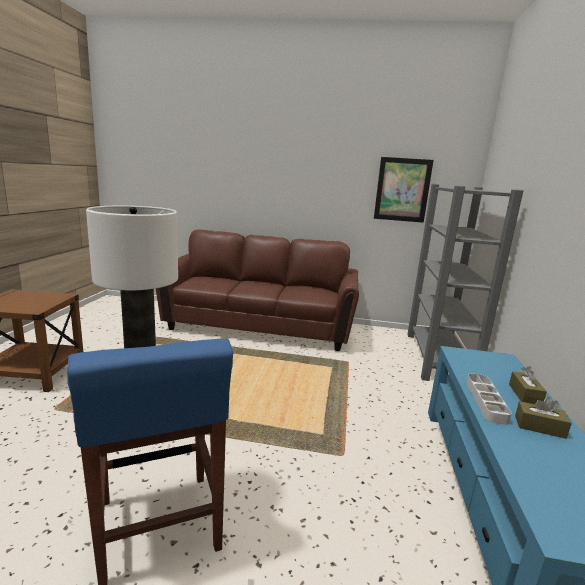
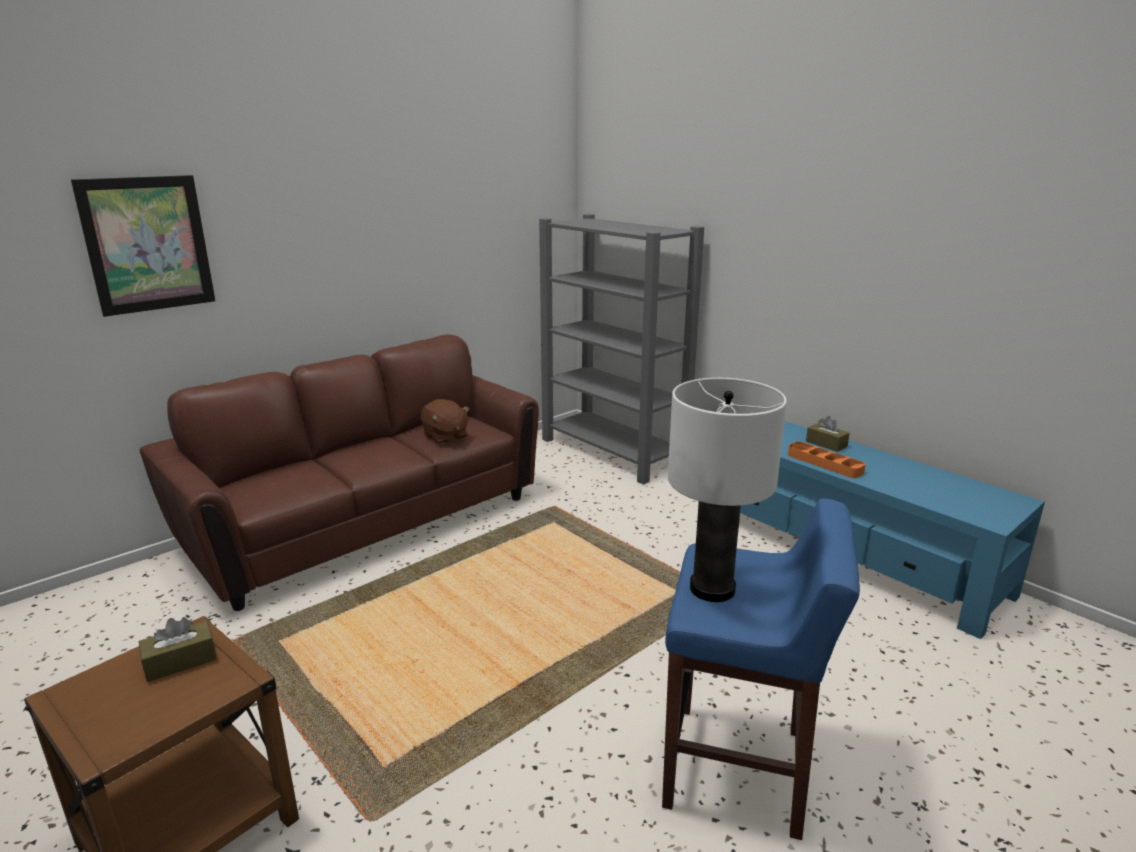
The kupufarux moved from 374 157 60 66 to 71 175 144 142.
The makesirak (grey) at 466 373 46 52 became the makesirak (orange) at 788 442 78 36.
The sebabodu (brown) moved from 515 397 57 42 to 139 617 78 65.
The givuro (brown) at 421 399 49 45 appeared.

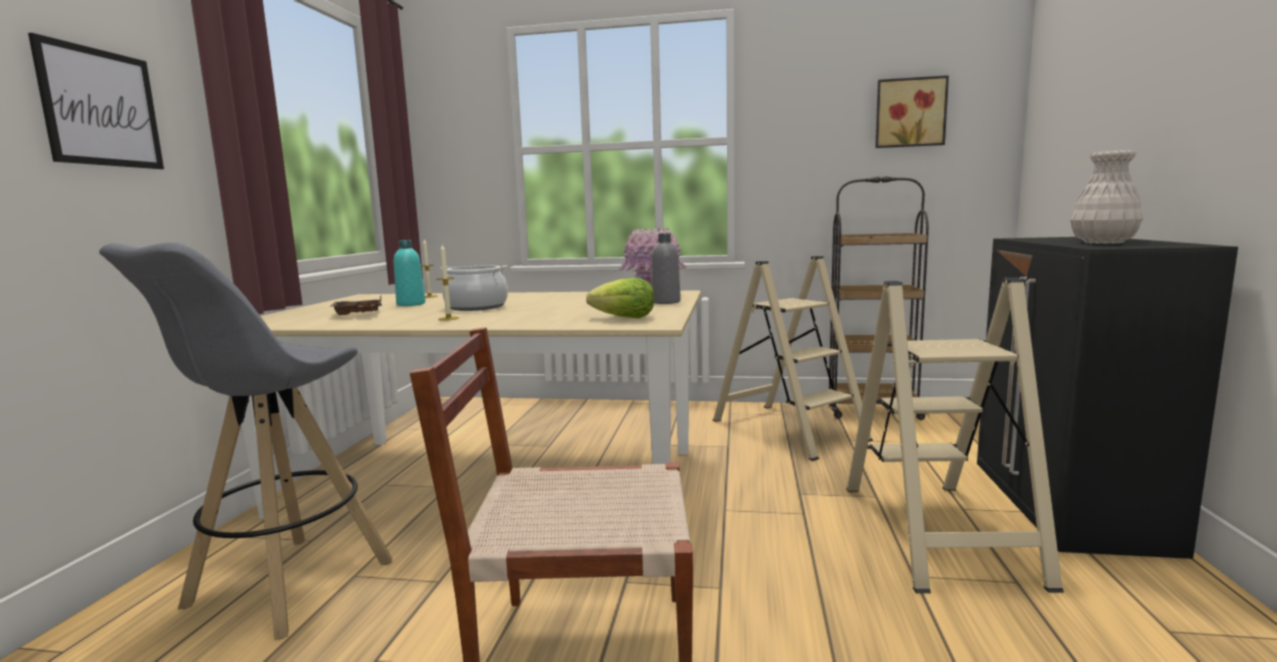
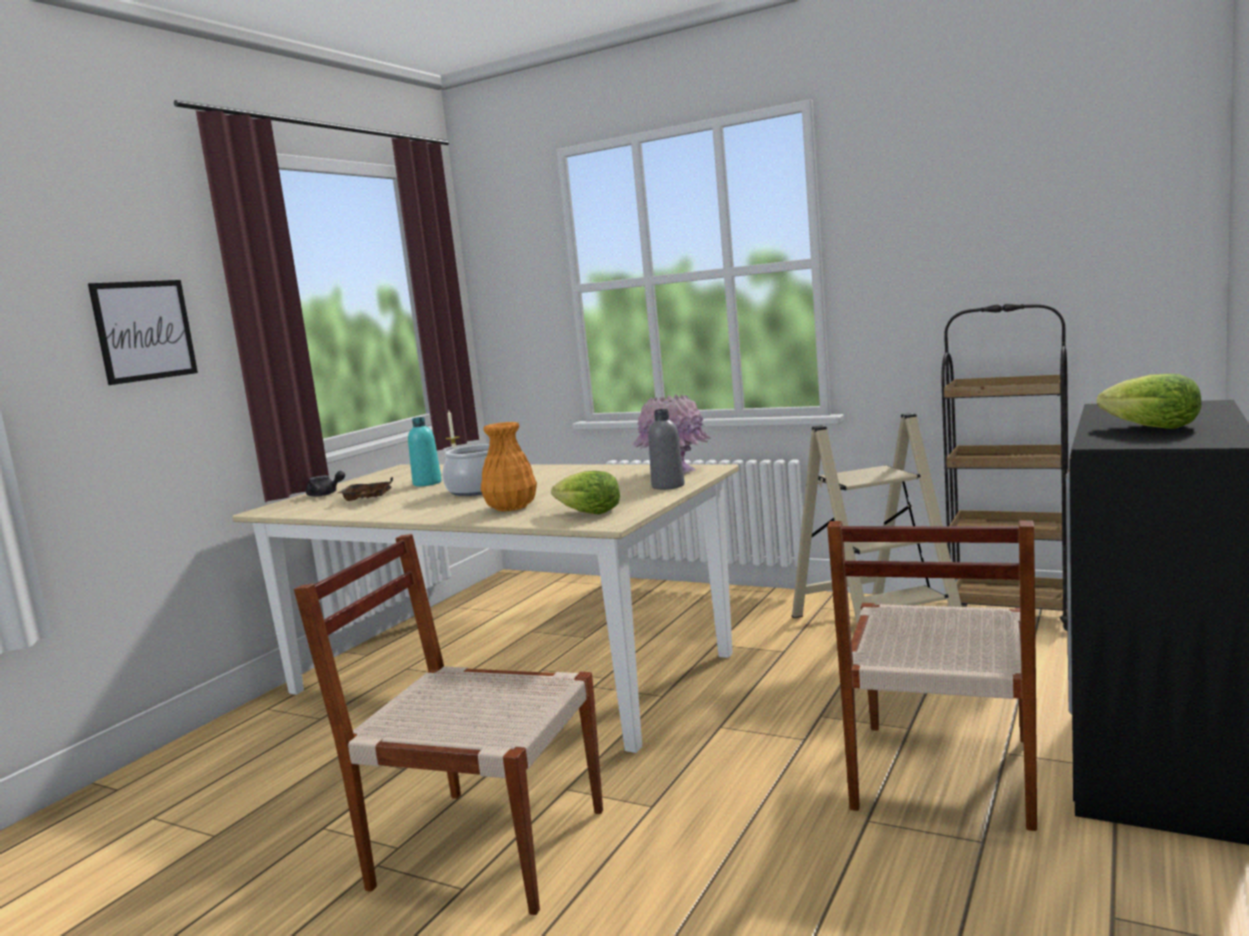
The kupufarux at 875 75 74 73 disappeared.
The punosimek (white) at 1070 150 73 94 was replaced by the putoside at 1097 373 104 56.
The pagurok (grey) at 99 242 293 398 disappeared.
The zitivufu at 436 245 23 76 disappeared.
The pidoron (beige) at 847 278 217 316 was replaced by the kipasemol at 827 520 210 311.
The punosimek (orange) at 481 422 56 89 appeared.
The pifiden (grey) at 306 471 39 26 appeared.

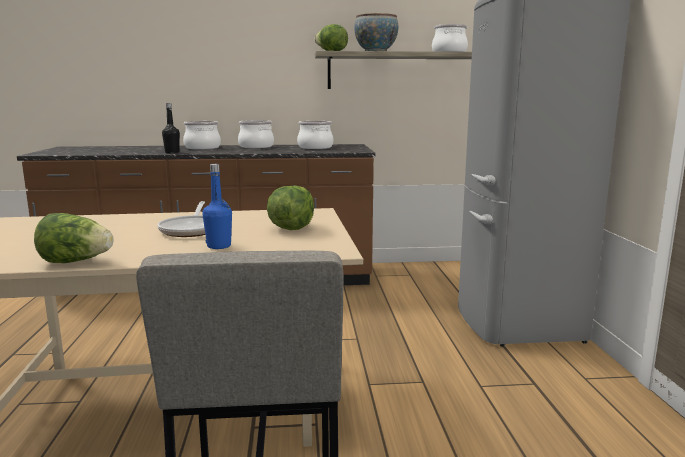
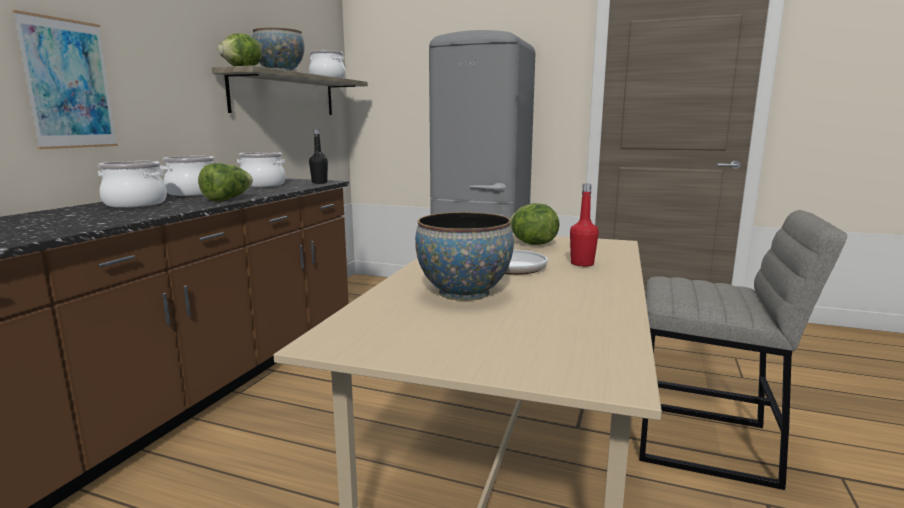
The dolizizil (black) moved from 162 103 18 51 to 309 129 19 55.
The dolizizil (blue) at 202 164 30 85 became the dolizizil (red) at 570 184 29 83.
The putoside moved from 34 213 80 50 to 198 163 55 38.
The kupufarux at 12 10 106 139 appeared.
The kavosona at 415 212 99 89 appeared.

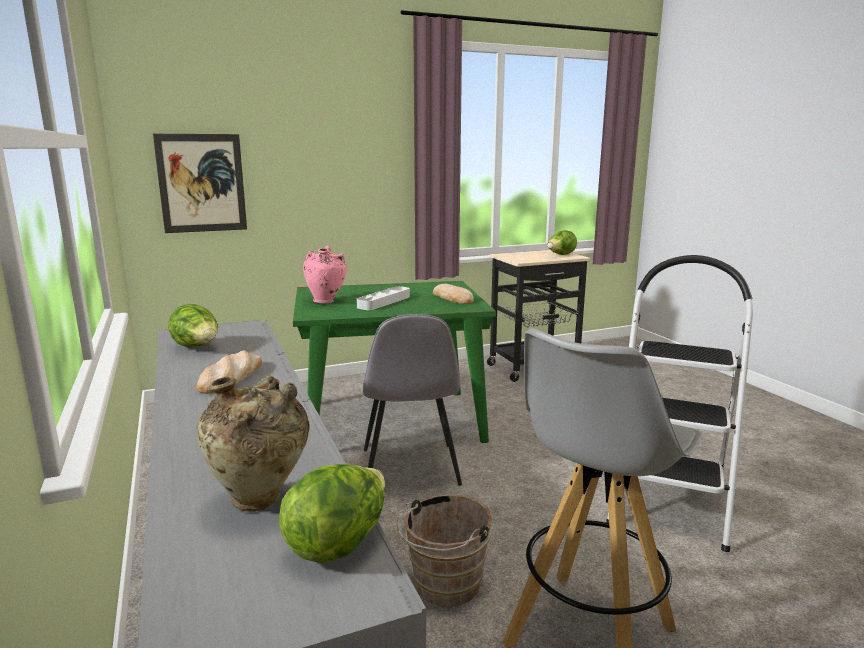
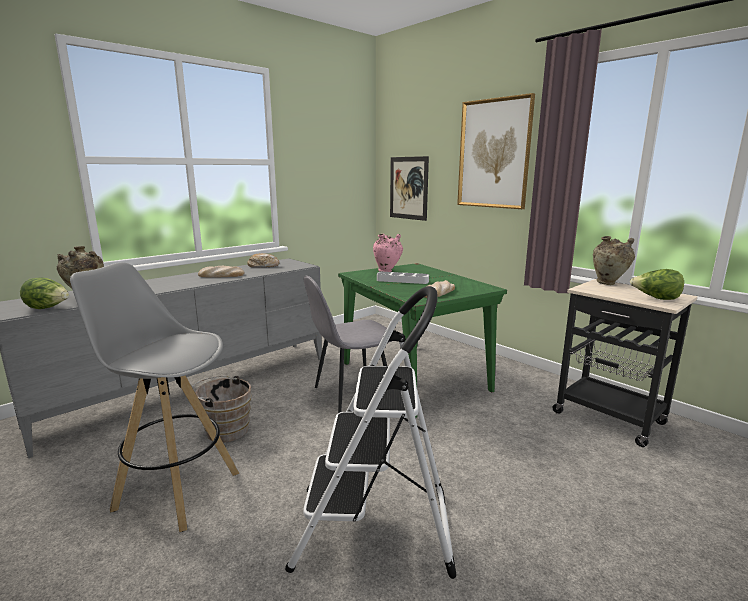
The putoside at 169 304 49 43 was replaced by the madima at 247 253 32 14.
The kupufarux at 457 93 78 116 appeared.
The punosimek (beige) at 593 236 42 49 appeared.

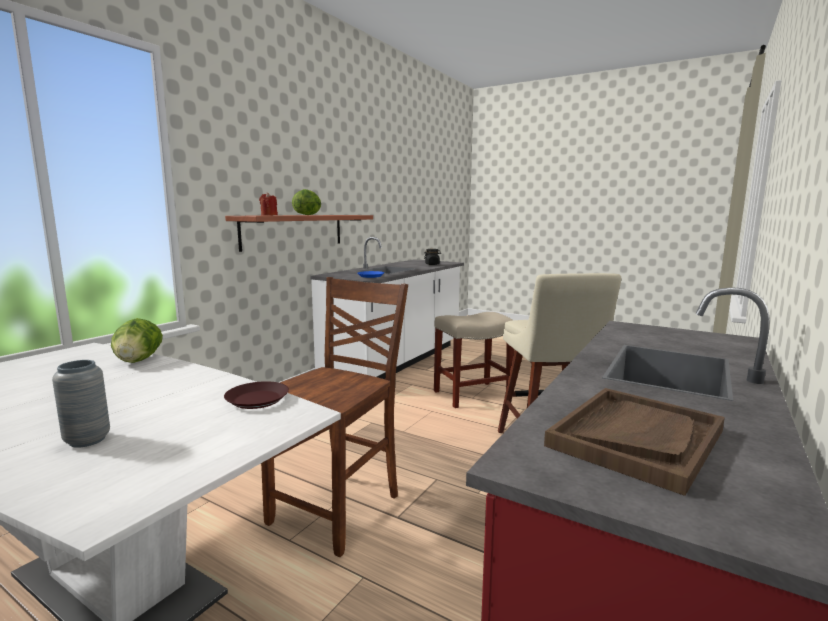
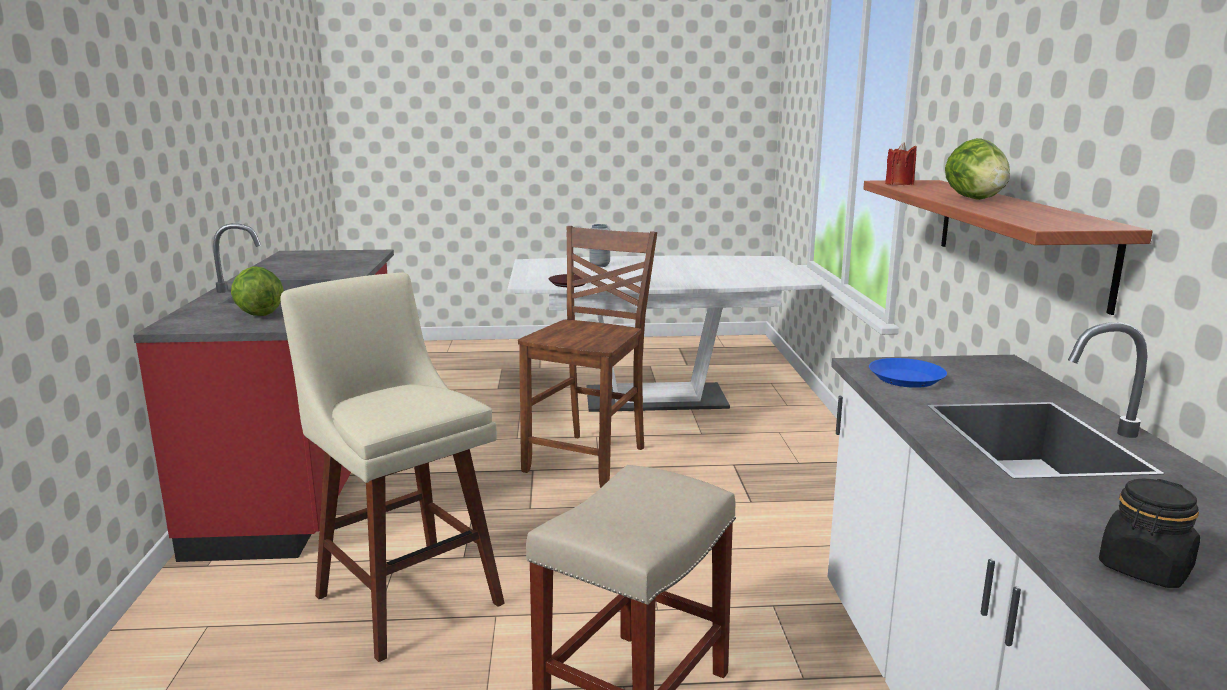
The kipasemol (brown) at 261 277 147 280 turned 150 degrees counterclockwise.
The putoside moved from 111 318 52 45 to 231 266 53 50.
The makesirak (brown) at 544 388 181 108 disappeared.

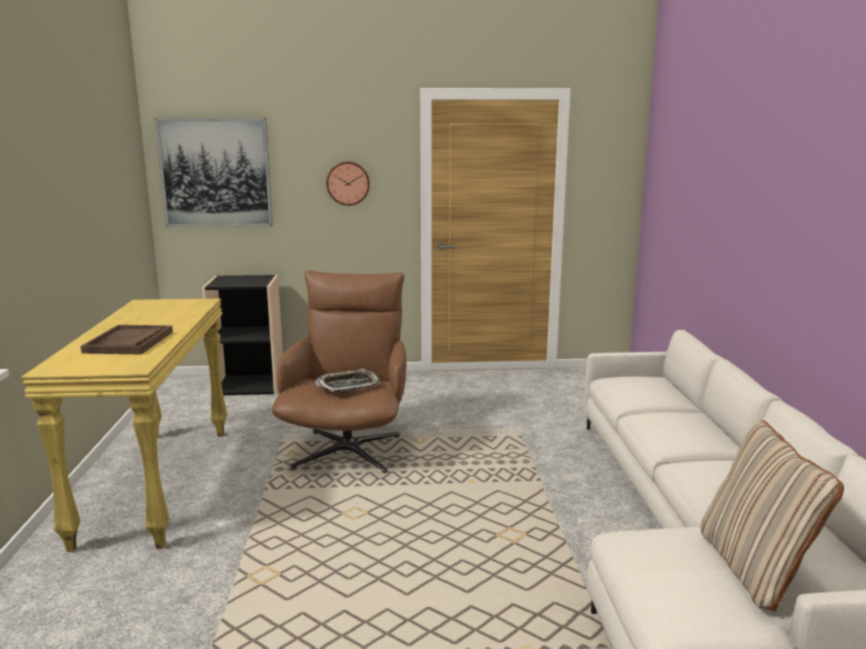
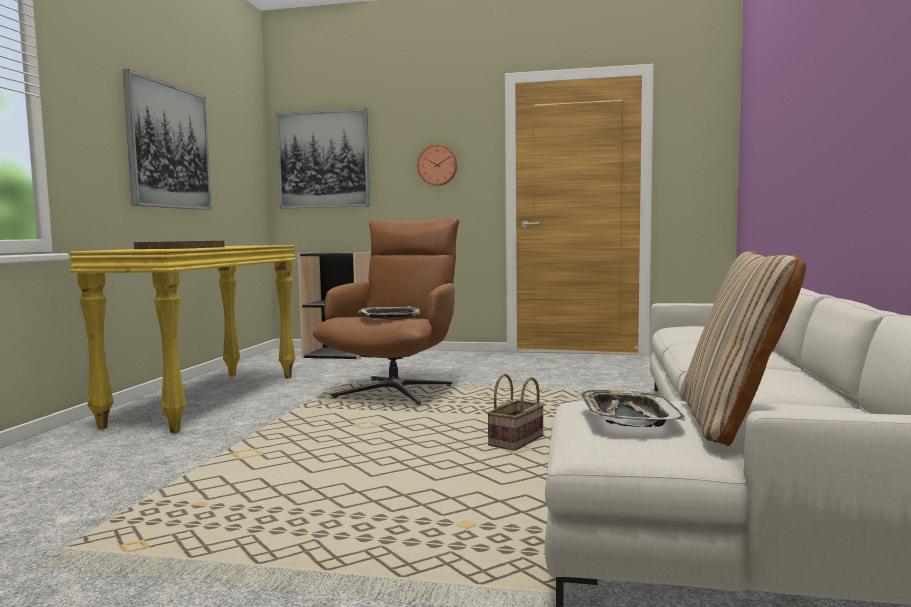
The kupufarux at 123 69 89 141 appeared.
The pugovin at 487 373 57 78 appeared.
The makesirak at 579 390 106 37 appeared.

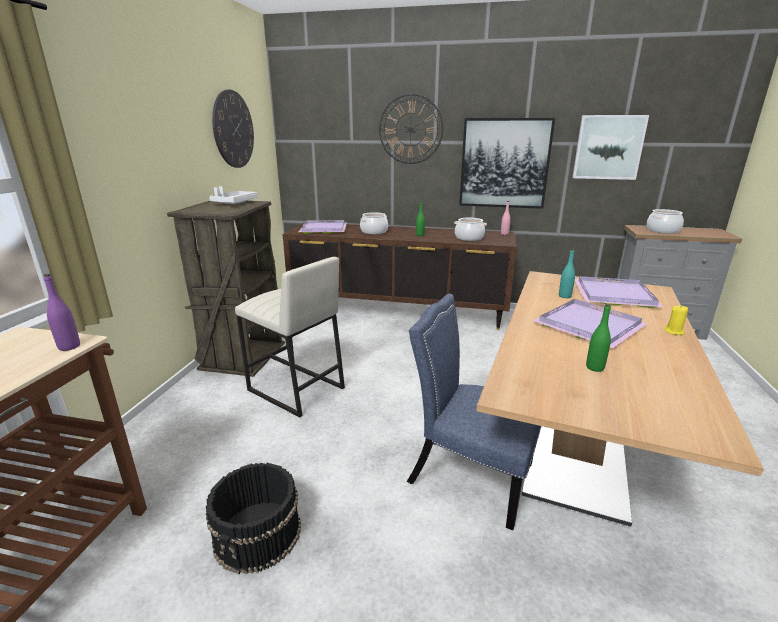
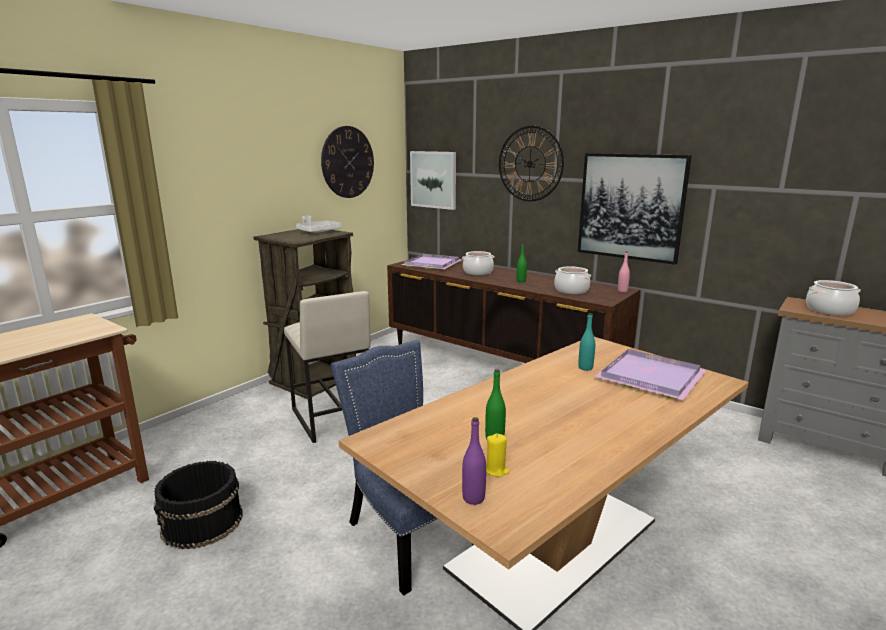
The kupufarux moved from 572 115 77 65 to 410 151 46 59.
The dolizizil (purple) moved from 43 274 37 77 to 462 417 24 88.
The makesirak (purple) at 533 299 115 50 disappeared.
The zitivufu (yellow) moved from 665 305 23 30 to 486 433 24 44.

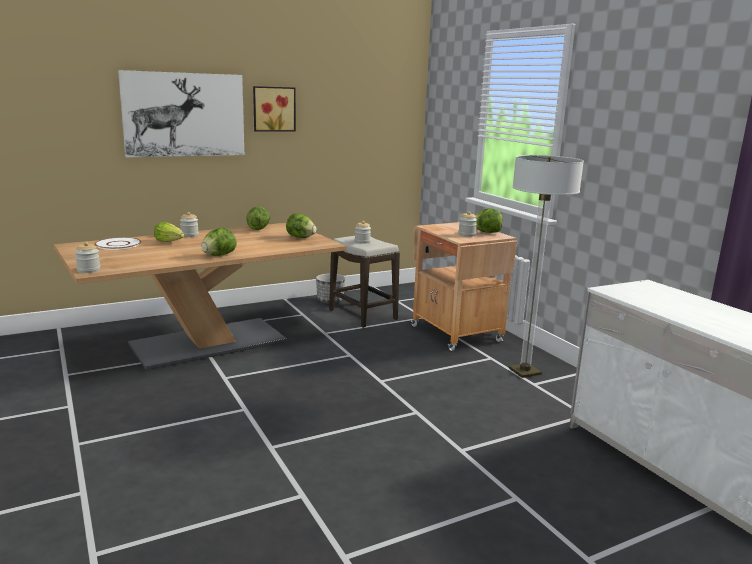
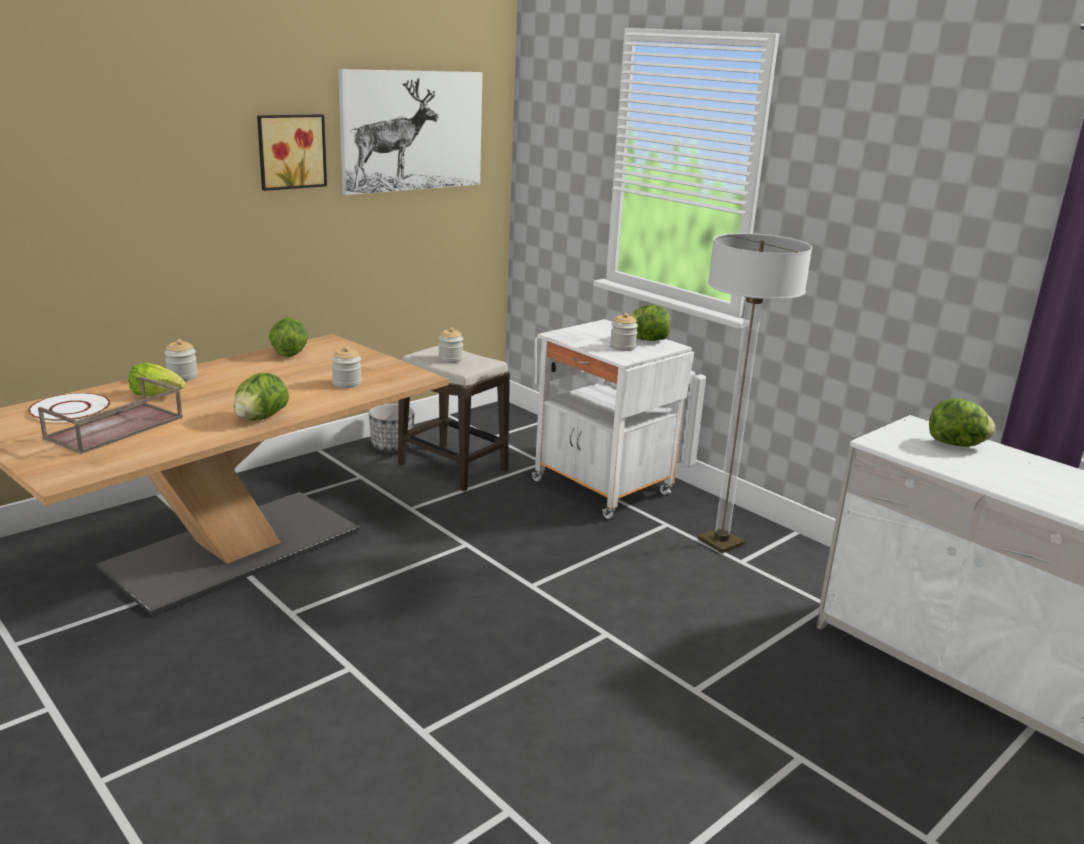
The kupufarux moved from 118 70 126 87 to 338 69 145 126.
The putoside moved from 286 213 31 25 to 929 398 66 49.
The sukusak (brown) at 411 222 106 129 became the sukusak (white) at 532 319 162 200.
The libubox moved from 75 242 25 31 to 331 346 31 42.
The makesirak (brown) at 38 376 145 78 appeared.

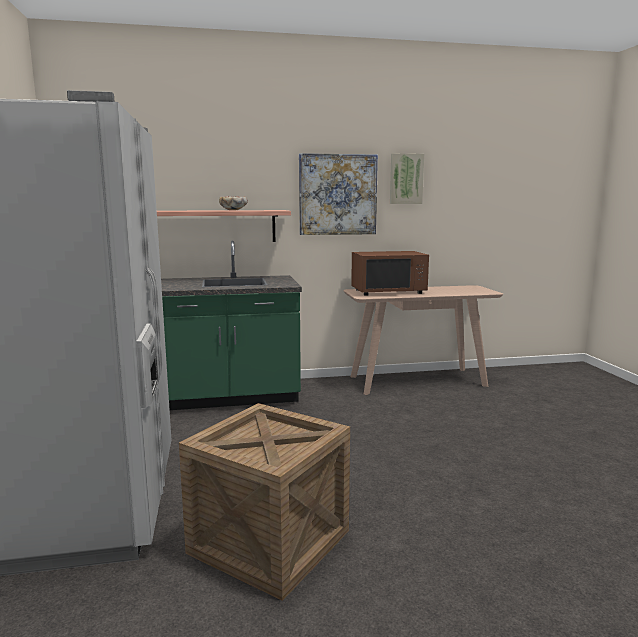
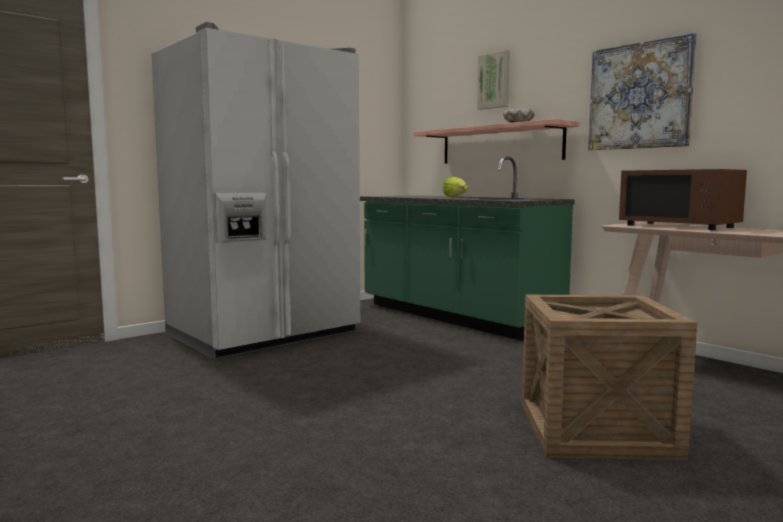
The kupufarux moved from 390 153 34 51 to 477 50 33 60.
The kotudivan moved from 179 403 171 198 to 522 295 175 165.
The putoside at 443 177 25 20 appeared.

